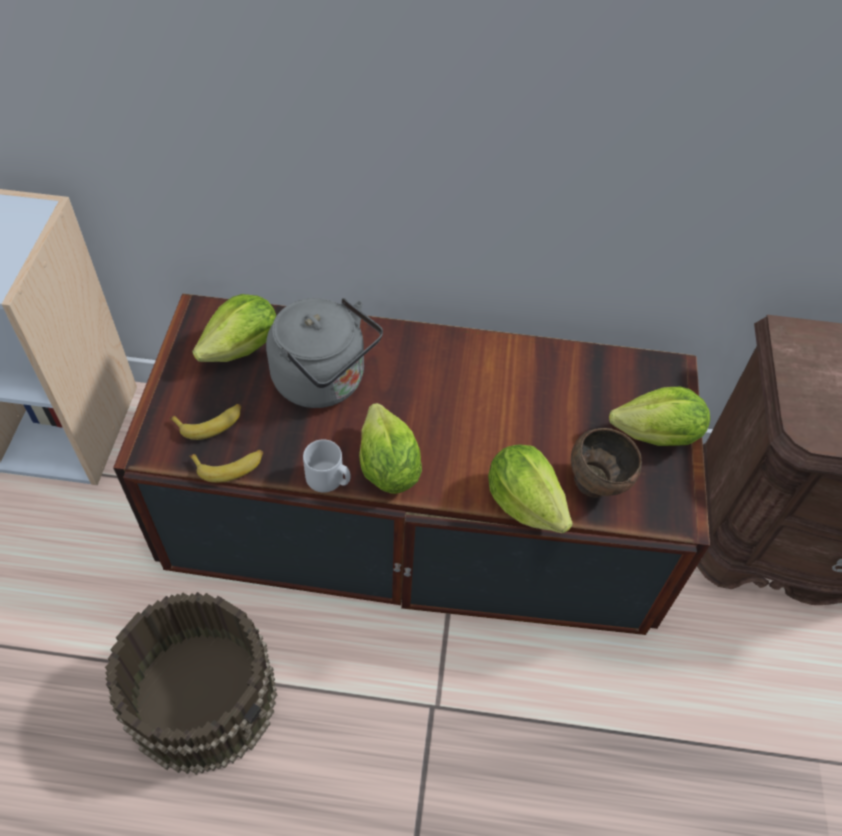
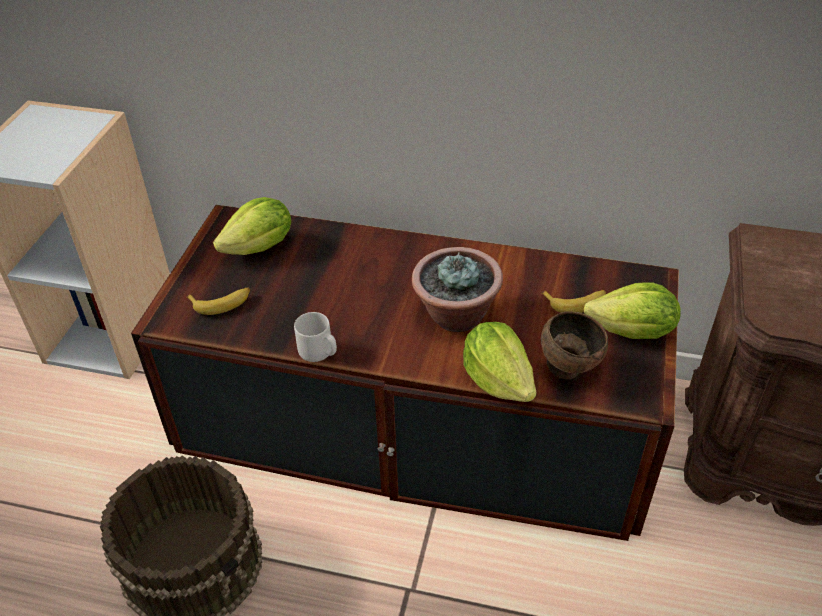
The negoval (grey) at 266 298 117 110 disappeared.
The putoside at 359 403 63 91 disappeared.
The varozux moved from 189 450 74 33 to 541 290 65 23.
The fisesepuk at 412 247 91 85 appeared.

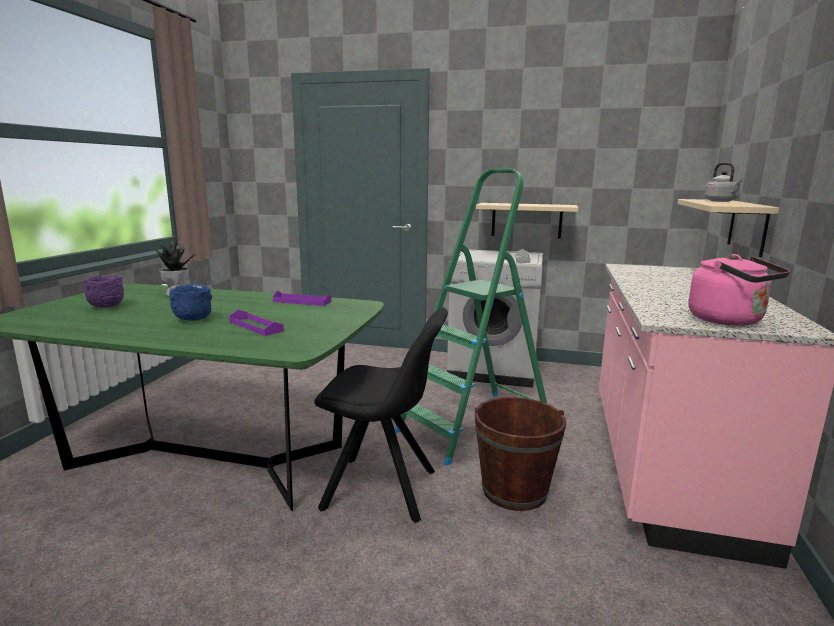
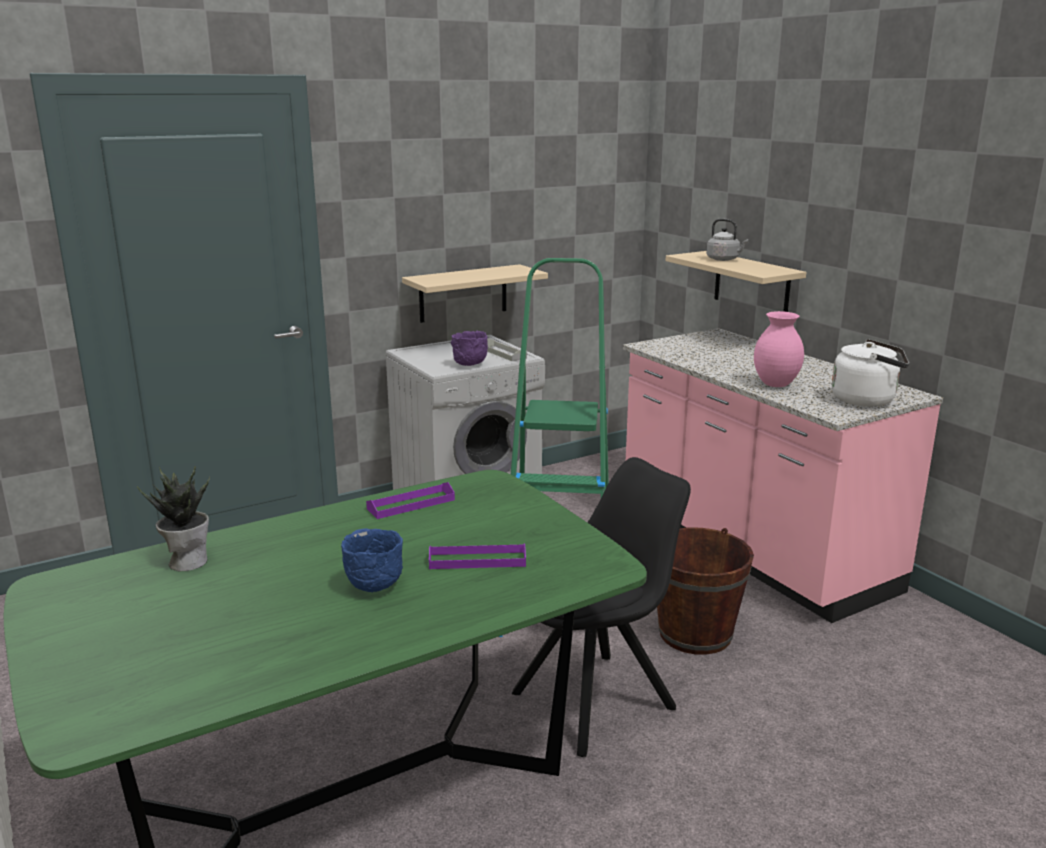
The negoval (pink) at 688 254 102 72 became the negoval (white) at 832 339 77 68.
The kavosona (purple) moved from 83 275 41 33 to 451 331 37 35.
The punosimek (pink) at 754 311 50 76 appeared.

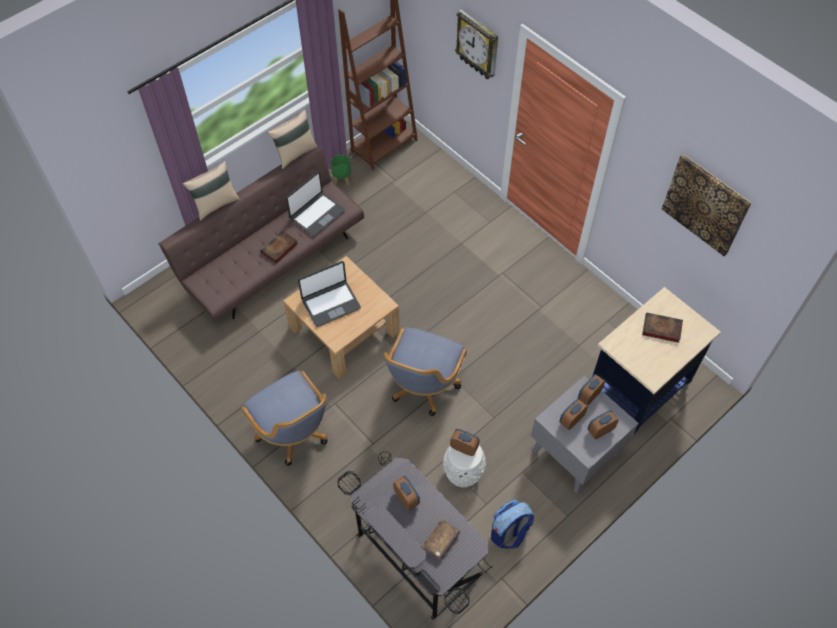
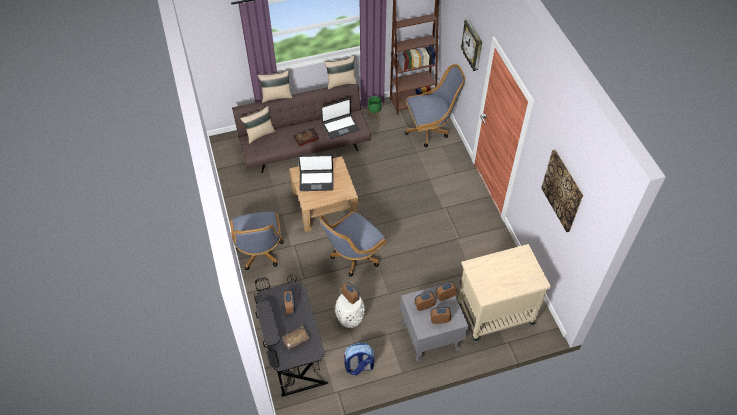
The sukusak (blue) at 593 287 128 150 became the sukusak (beige) at 458 244 93 98.
The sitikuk at 642 312 41 31 disappeared.
The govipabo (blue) at 405 64 60 83 appeared.
The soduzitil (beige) at 240 106 36 38 appeared.

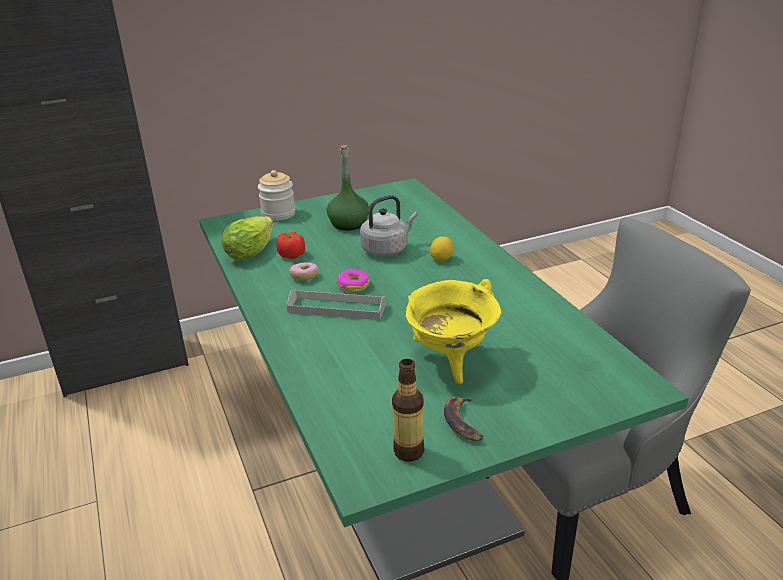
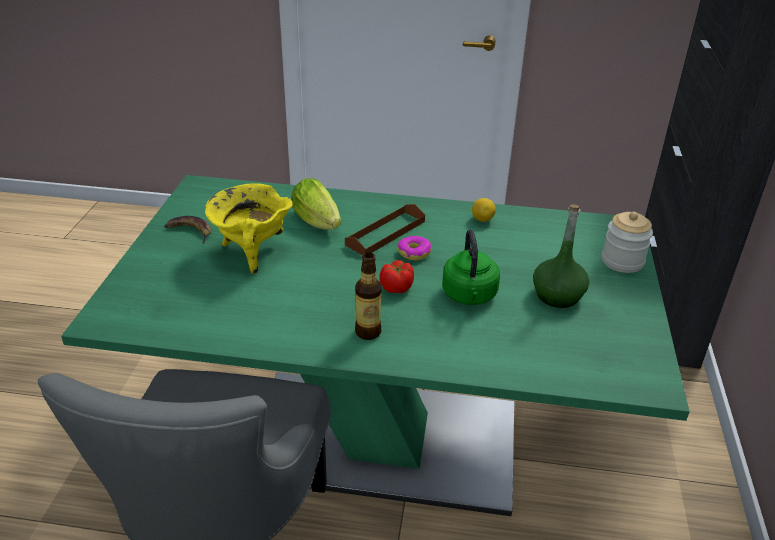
The negoval (grey) at 360 195 57 61 became the negoval (green) at 442 229 58 76.
The putoside moved from 221 216 53 45 to 291 179 50 50.
The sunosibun moved from 277 232 28 27 to 379 260 35 33.
The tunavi moved from 430 236 24 25 to 472 198 24 24.
The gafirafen at 290 262 28 18 disappeared.
The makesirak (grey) at 287 289 99 31 became the makesirak (brown) at 345 204 80 51.
The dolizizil moved from 392 359 33 102 to 355 252 27 88.

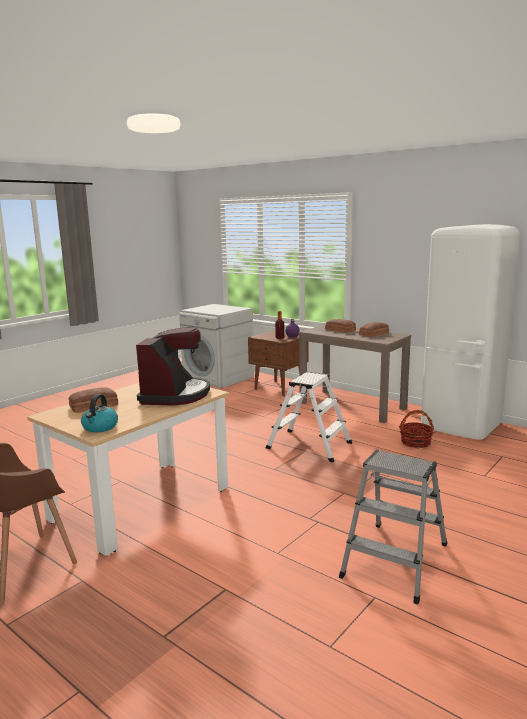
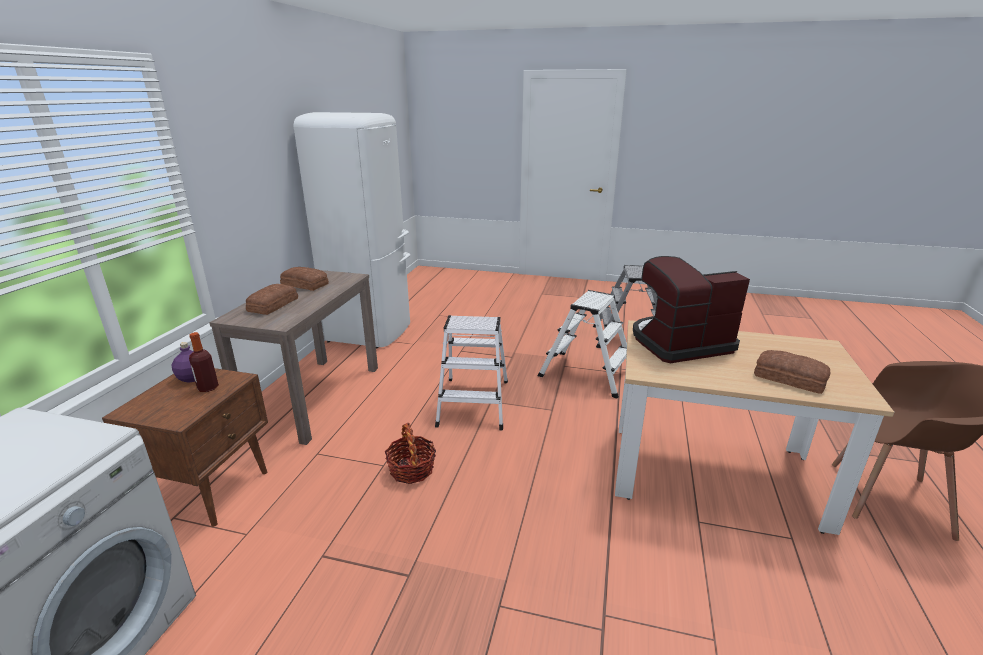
The negoval at 81 394 37 38 disappeared.
The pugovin moved from 399 410 35 38 to 385 423 51 61.
The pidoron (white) at 537 290 90 108 appeared.

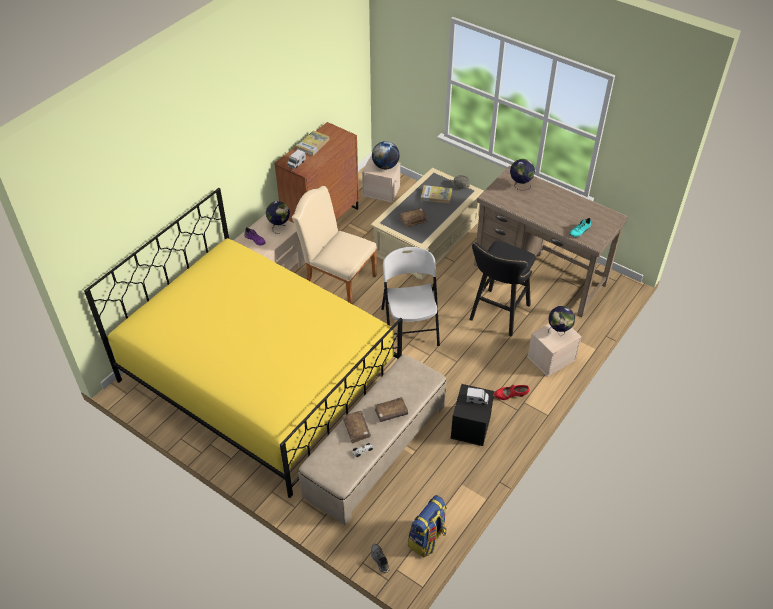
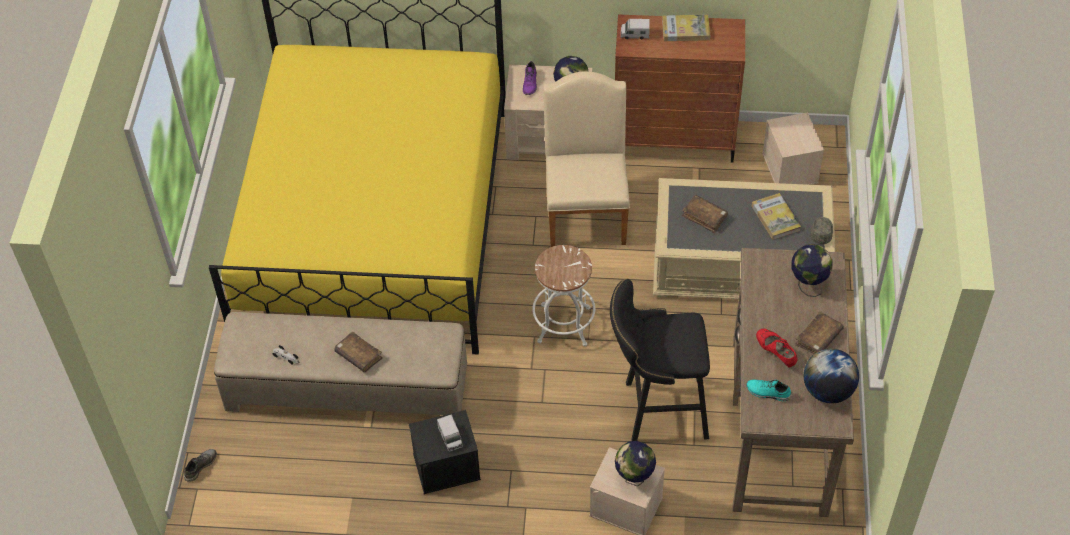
The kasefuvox moved from 372 141 27 28 to 804 349 55 55.
The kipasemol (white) at 381 247 59 99 was replaced by the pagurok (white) at 532 245 63 101.
The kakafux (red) moved from 494 385 35 15 to 756 329 42 38.
The sitikuk (brown) moved from 343 411 28 33 to 795 311 49 43.
The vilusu at 408 495 39 63 disappeared.

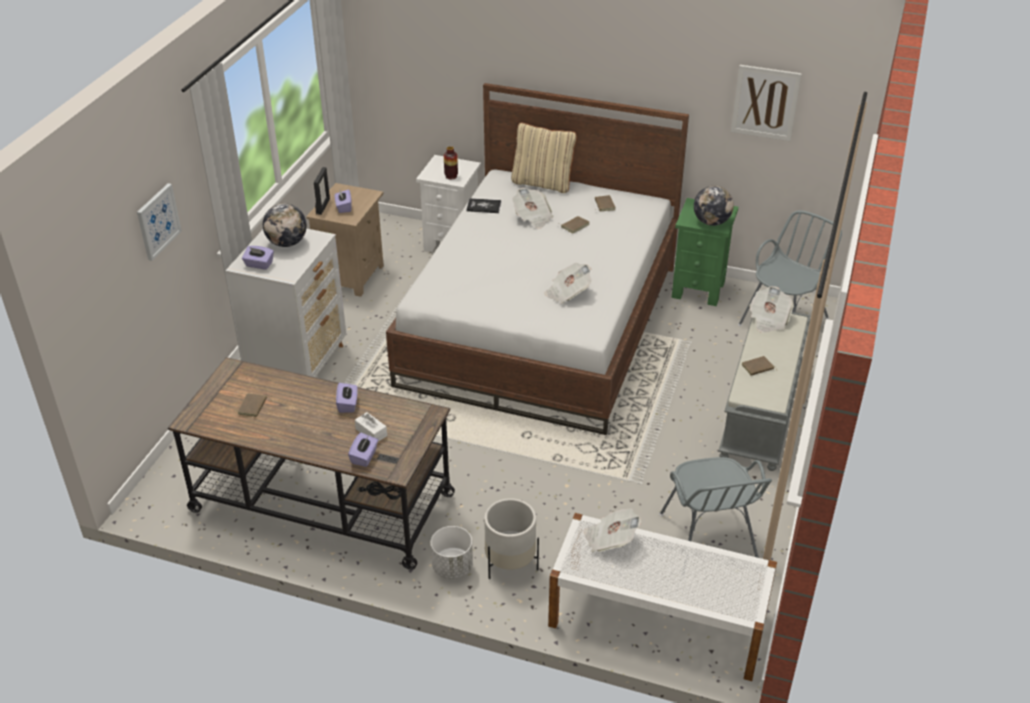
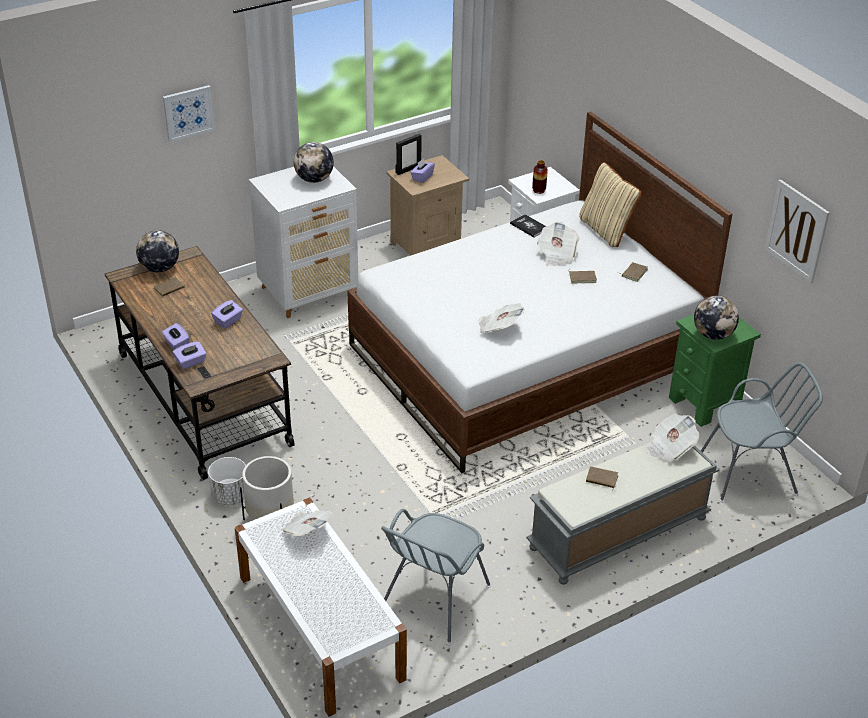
The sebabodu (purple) moved from 242 246 32 24 to 162 323 28 27.
The sebabodu (white) at 355 412 32 30 disappeared.
The kasefuvox at 136 230 43 43 appeared.

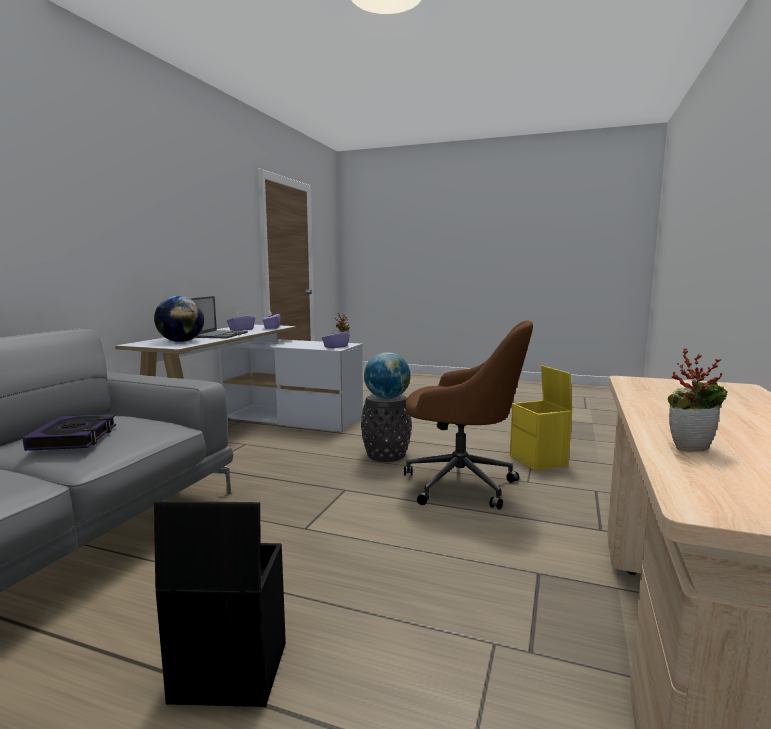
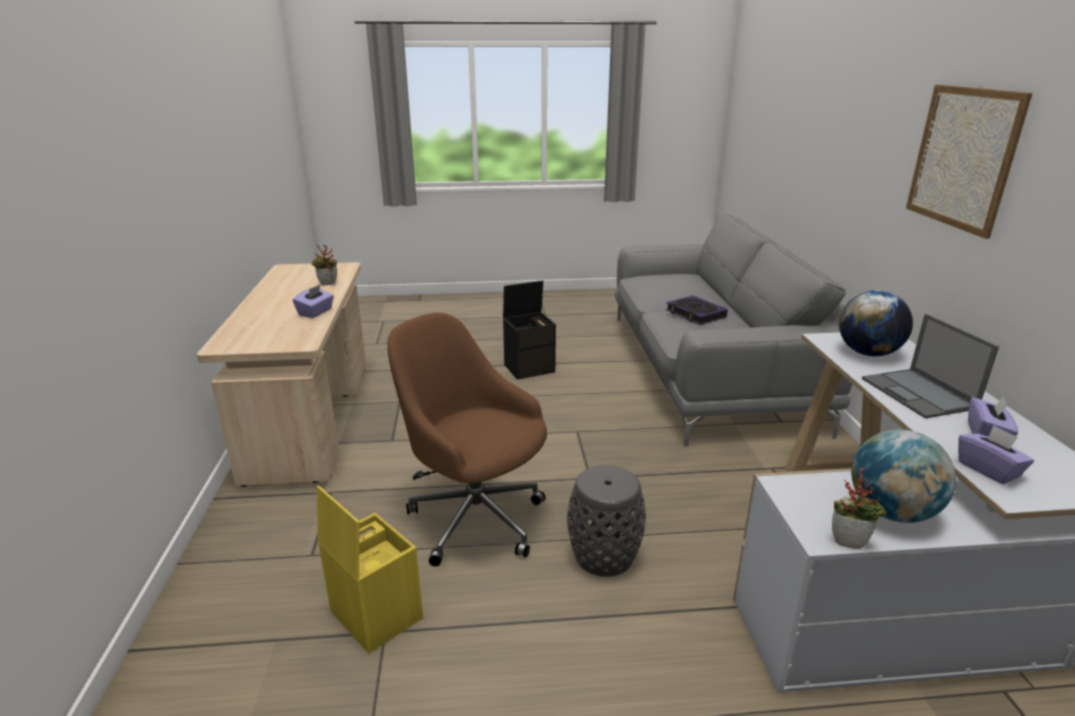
The govipabo (brown) at 404 320 129 190 turned 45 degrees clockwise.
The sebabodu (purple) moved from 322 327 28 21 to 293 284 41 34.
The kasefuvox moved from 364 352 47 47 to 851 429 105 94.
The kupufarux at 906 84 126 155 appeared.

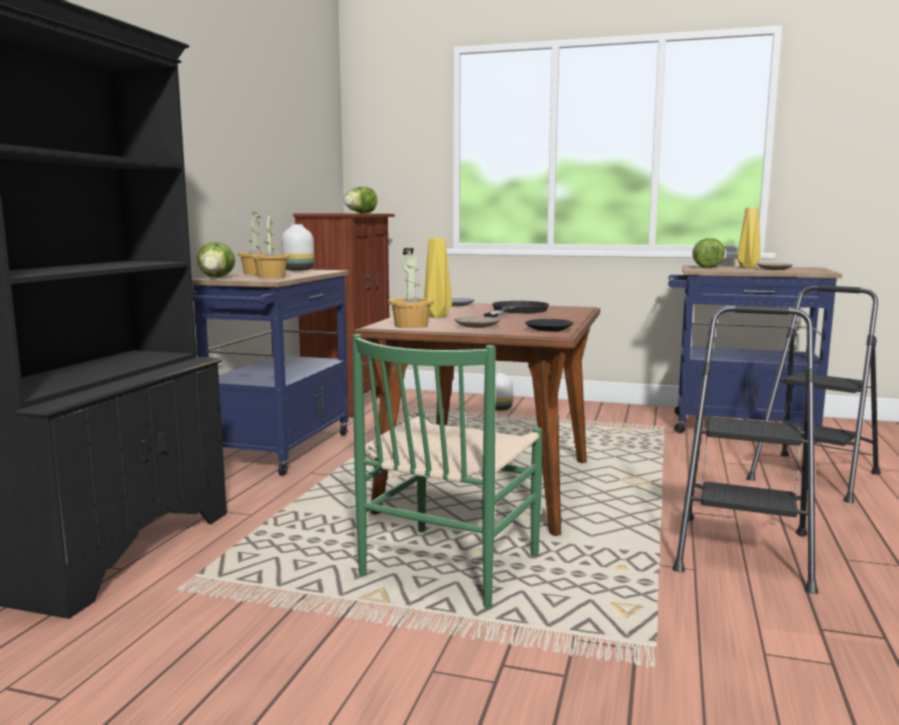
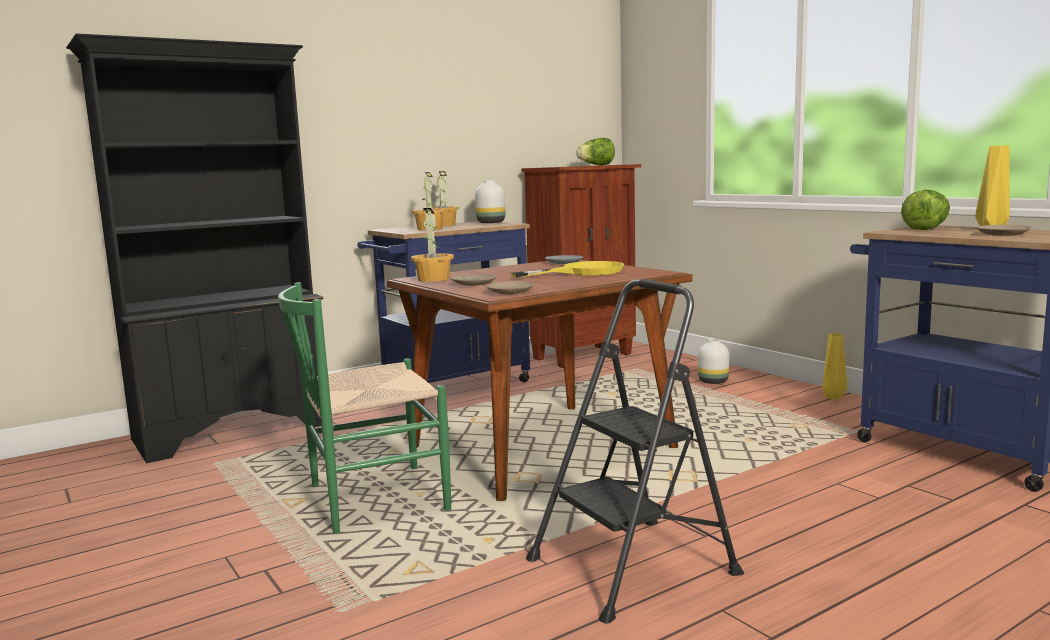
The punosimek (yellow) moved from 424 238 28 80 to 822 333 26 66.
The putoside at 197 242 38 36 disappeared.
The pidoron (black) at 746 285 135 218 disappeared.
The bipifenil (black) at 484 301 65 17 became the bipifenil (yellow) at 511 261 113 17.
The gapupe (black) at 525 319 49 13 became the gapupe (beige) at 486 281 48 14.

